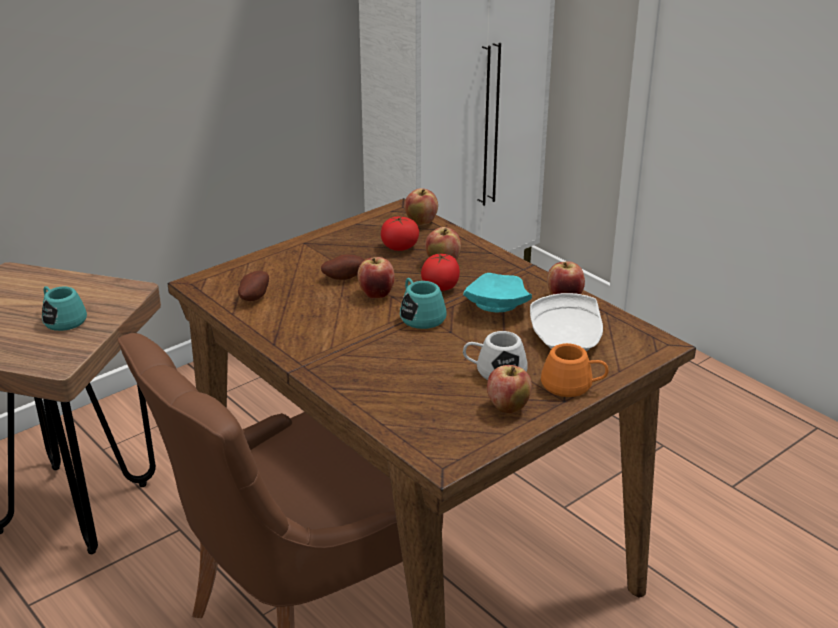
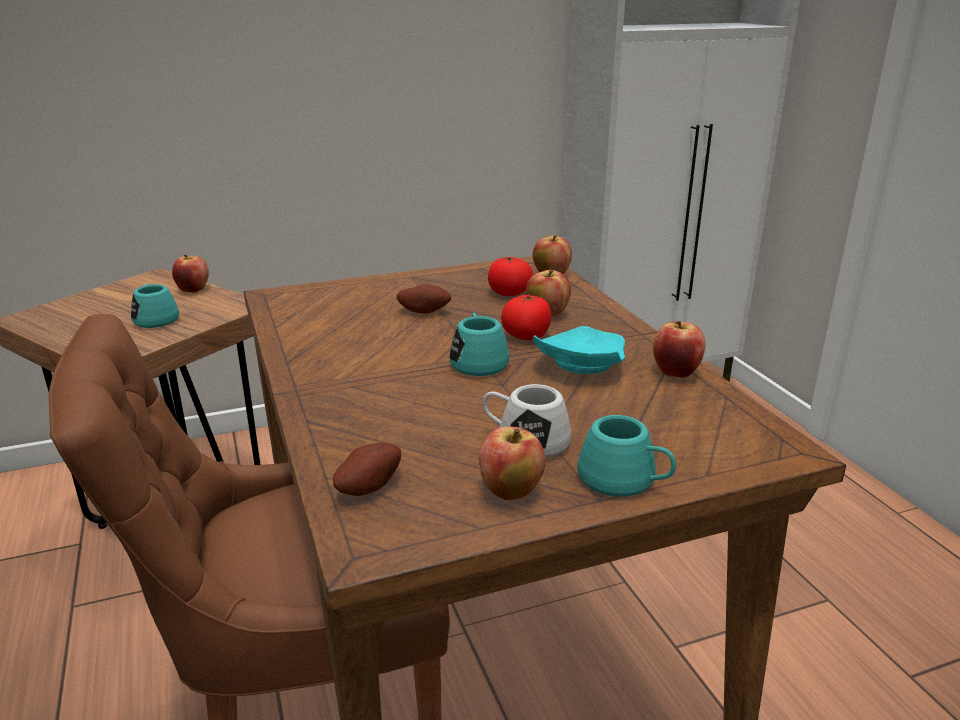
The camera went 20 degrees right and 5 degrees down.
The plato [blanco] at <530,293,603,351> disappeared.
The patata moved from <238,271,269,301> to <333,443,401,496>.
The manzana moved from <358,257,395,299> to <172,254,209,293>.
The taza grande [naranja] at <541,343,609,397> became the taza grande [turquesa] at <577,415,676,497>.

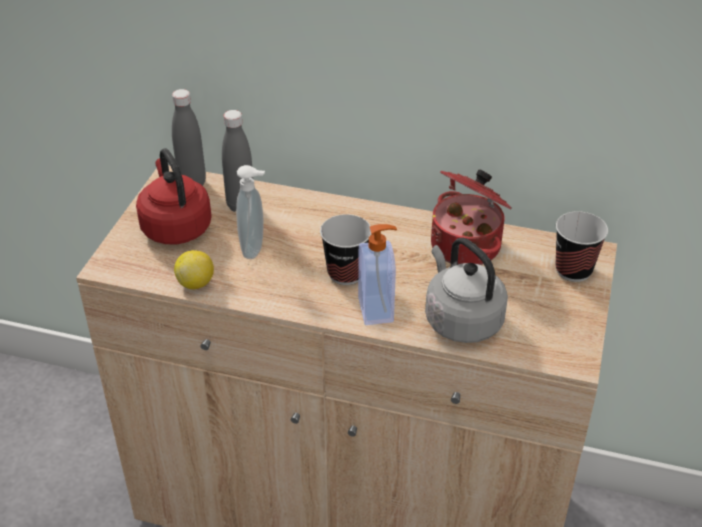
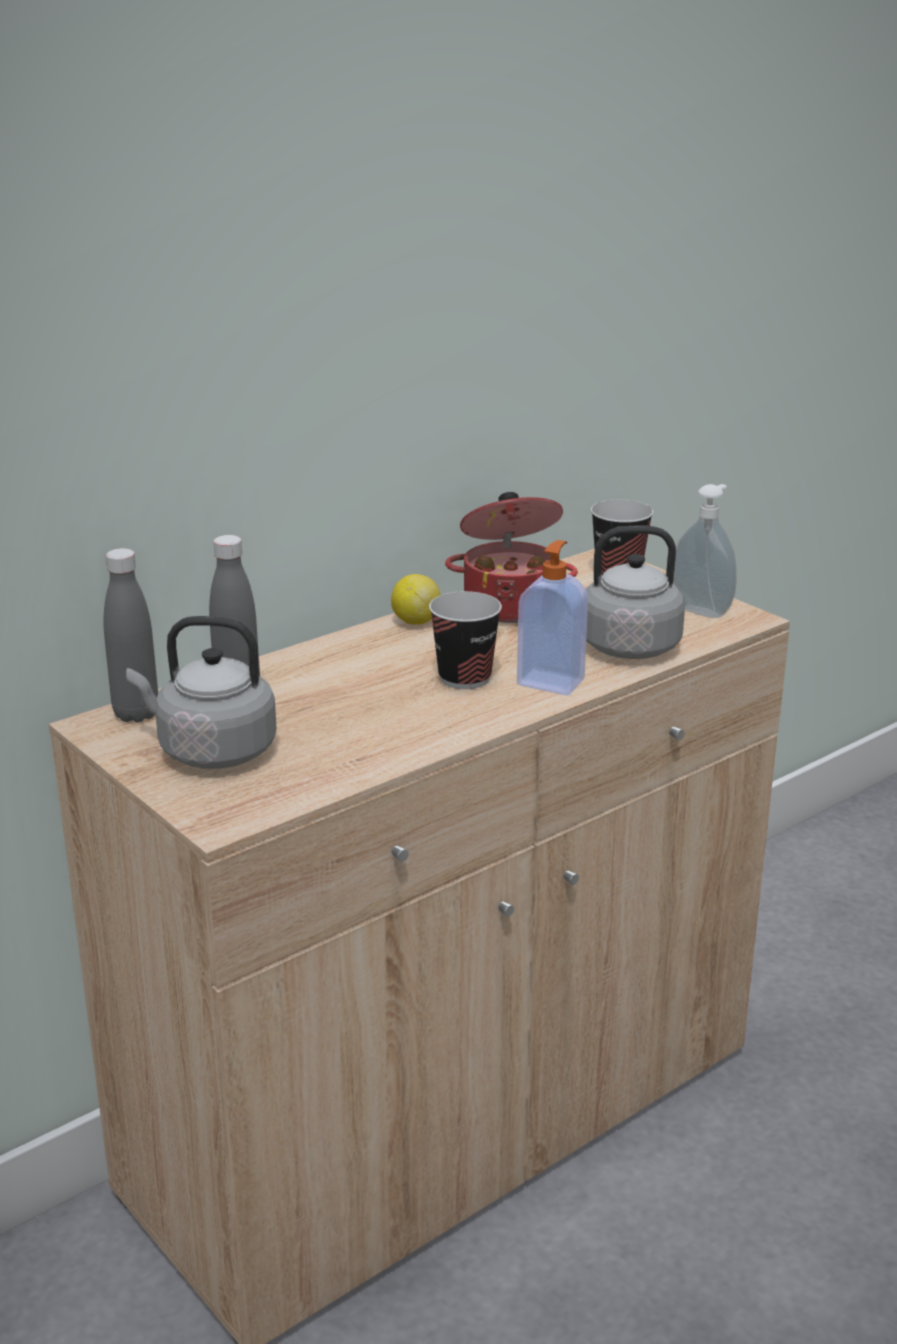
The camera went 55 degrees left and 15 degrees down.
The limón moved from <174,250,214,289> to <391,574,441,625>.
The dispensador de jabón moved from <236,165,265,259> to <673,484,737,618>.
The hervidor [rojo] at <136,148,212,244> became the hervidor [gris] at <126,616,277,769>.

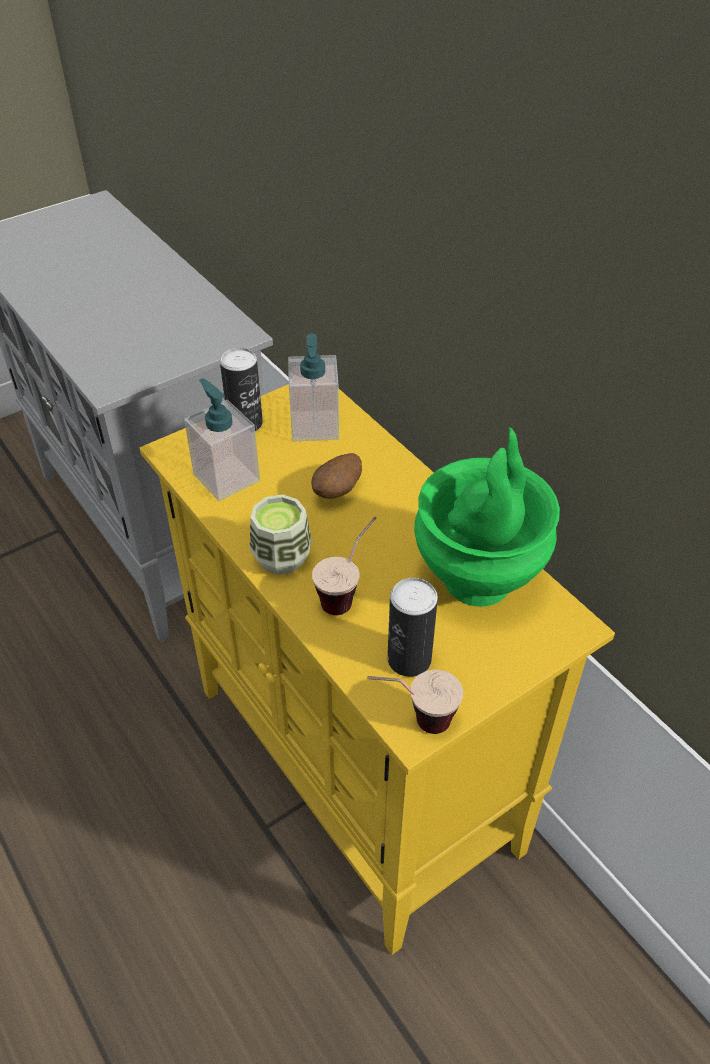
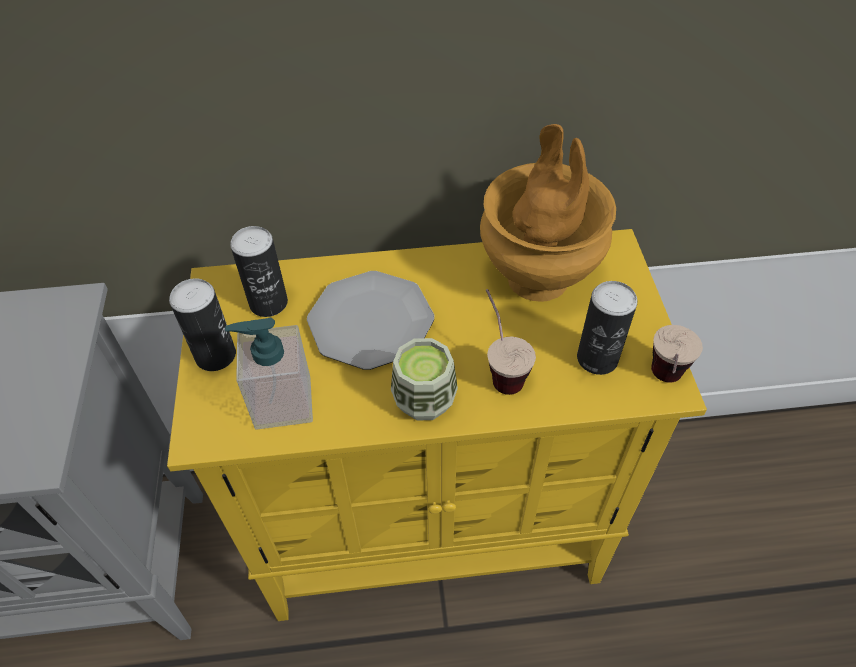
The camera went 60 degrees left and 5 degrees up.
The dispensador de jabón at <288,333,339,441> was replaced by the lata at <230,226,288,317>.
The patata at <311,453,362,499> was replaced by the plato at <307,271,434,370>.
The florero [verde] at <414,427,560,607> became the florero [marrón] at <480,124,616,302>.

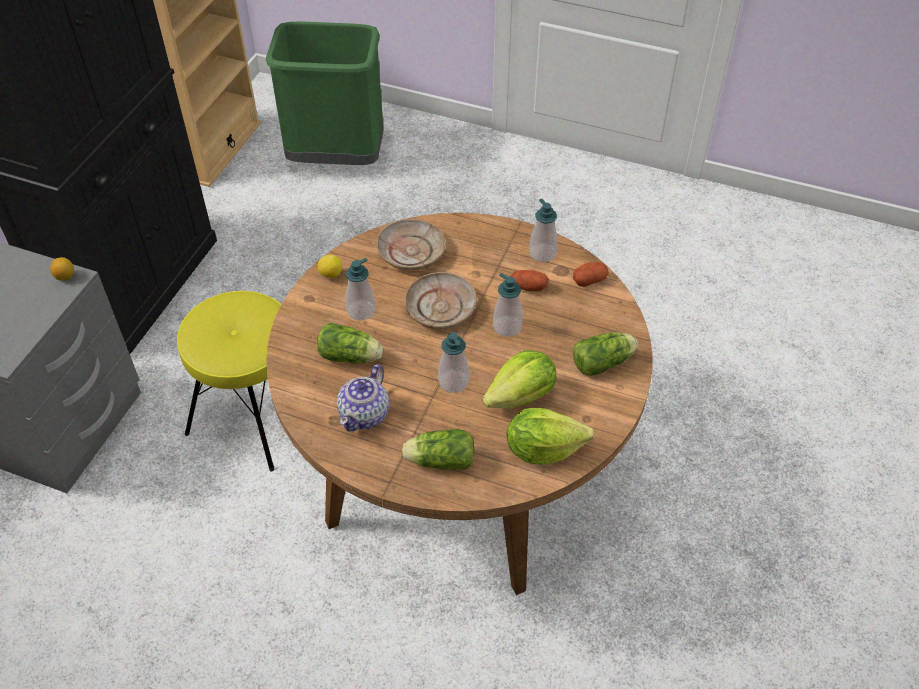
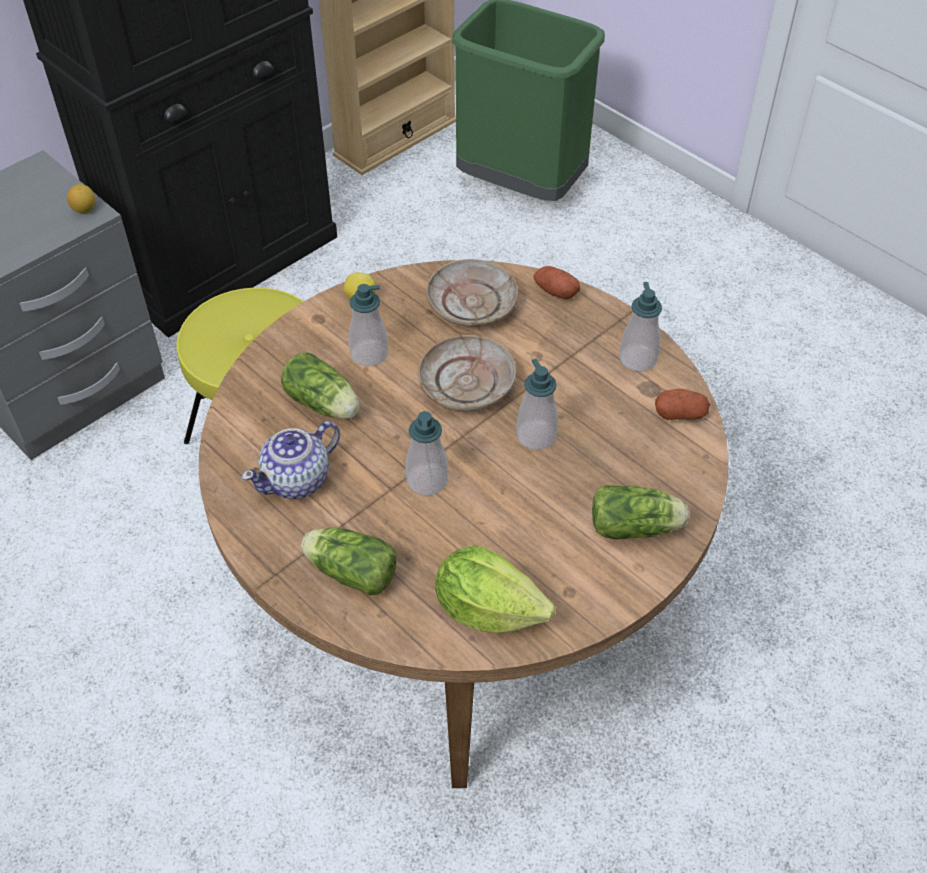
The camera went 25 degrees right and 0 degrees up.
The lechuga at <483,350,556,409> disappeared.
The patata moved from <511,270,549,291> to <533,266,580,299>.

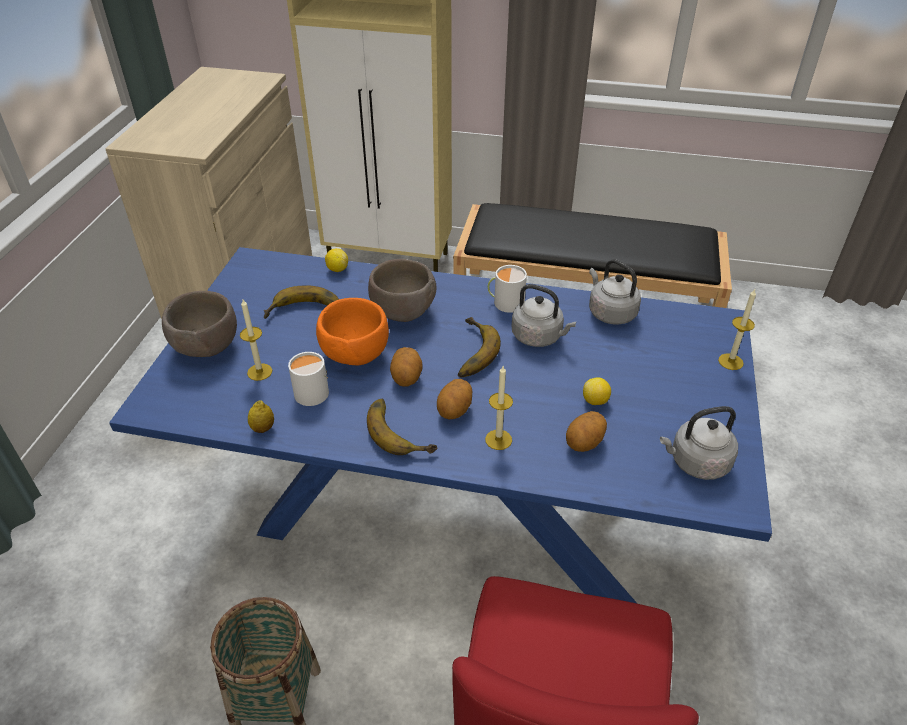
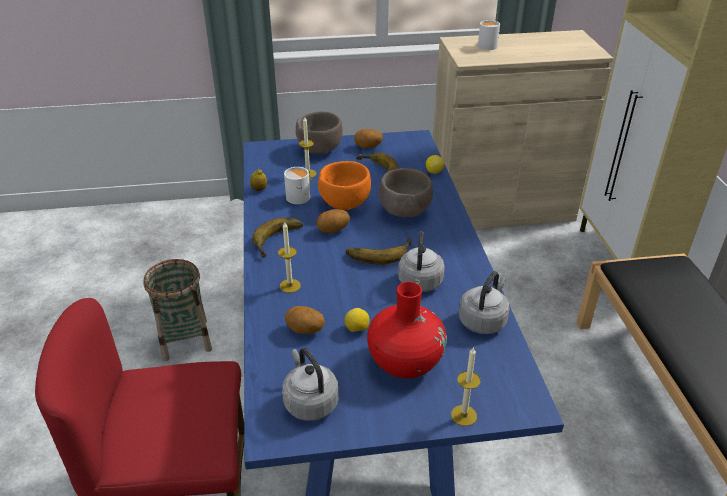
The camera went 70 degrees right and 5 degrees down.
The florero [rojo] at <367,282,447,379> appeared.
The patata moved from <437,379,472,419> to <354,129,383,149>.
The taza grande [blanco] moved from <488,265,527,313> to <478,20,500,50>.

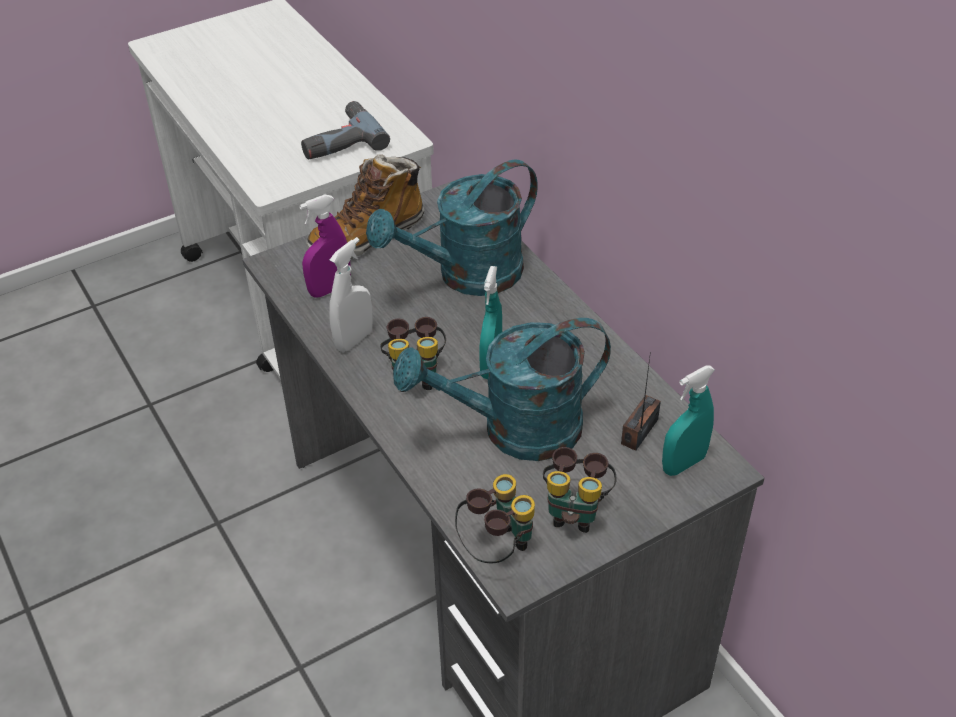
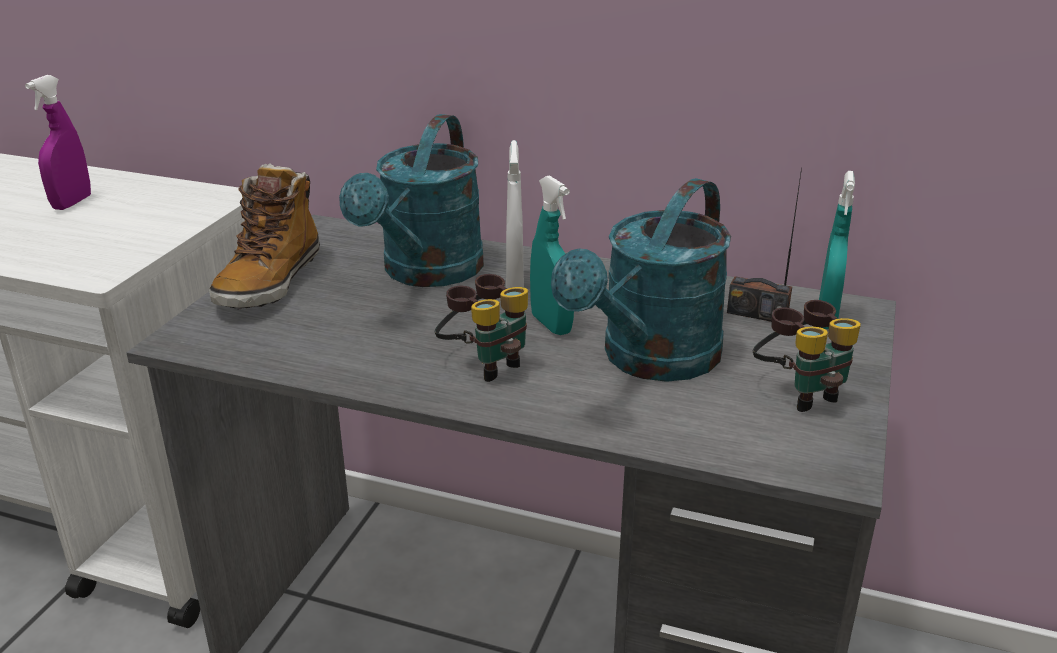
The camera went 40 degrees left and 15 degrees down.
The taladro at <301,101,390,159> disappeared.
The prismáticos at <455,474,535,563> disappeared.
The pulverizador [morado] moved from <299,194,351,298> to <25,75,91,210>.
The pulverizador [blanco] moved from <329,237,373,352> to <506,140,524,289>.
The radio at <621,351,661,451> turned 60 degrees counterclockwise.

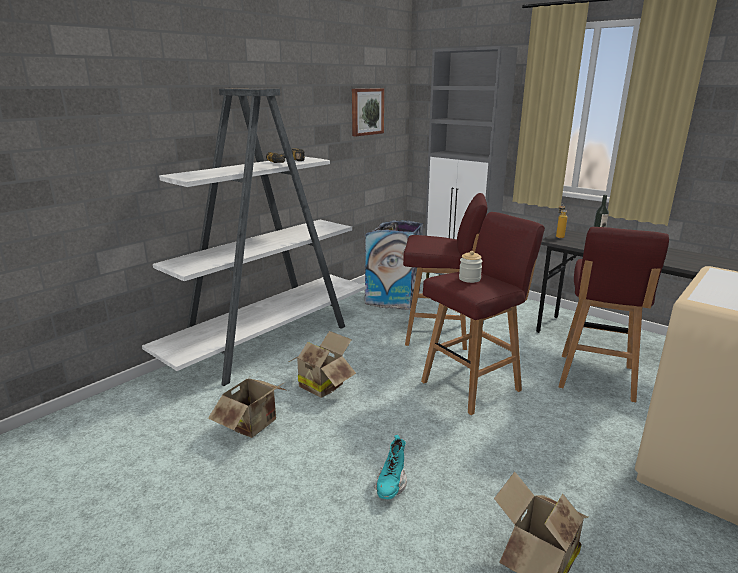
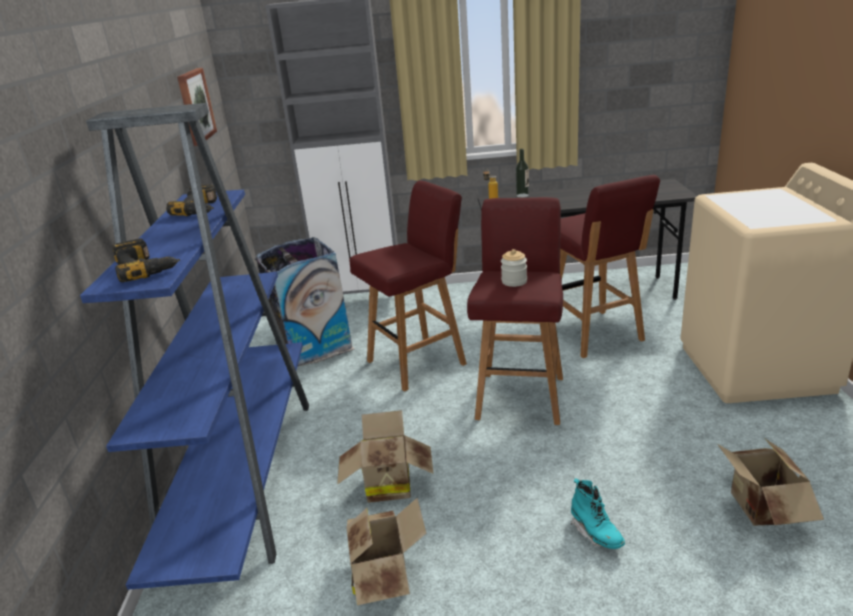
The camera went 40 degrees left and 5 degrees up.
The taladro at <113,239,180,283> appeared.
The estantería [blanco] at <142,88,366,386> became the estantería [azul] at <80,103,309,590>.

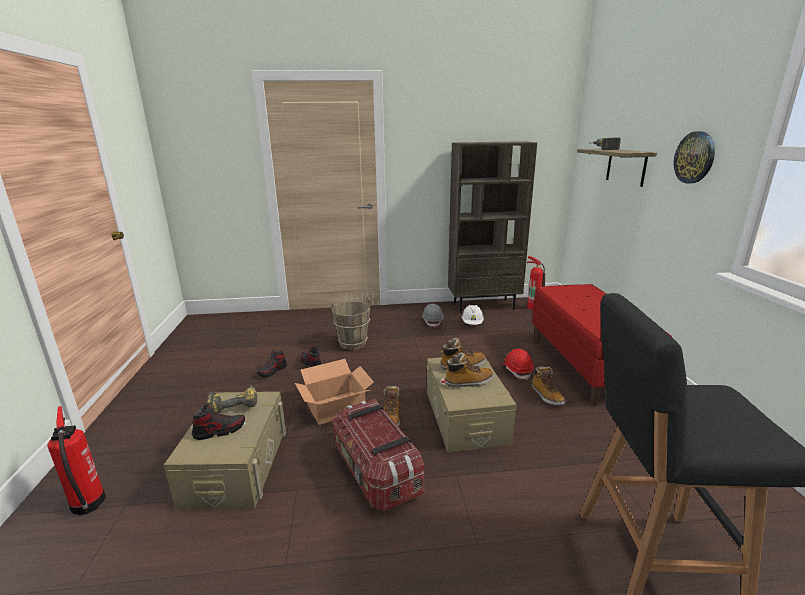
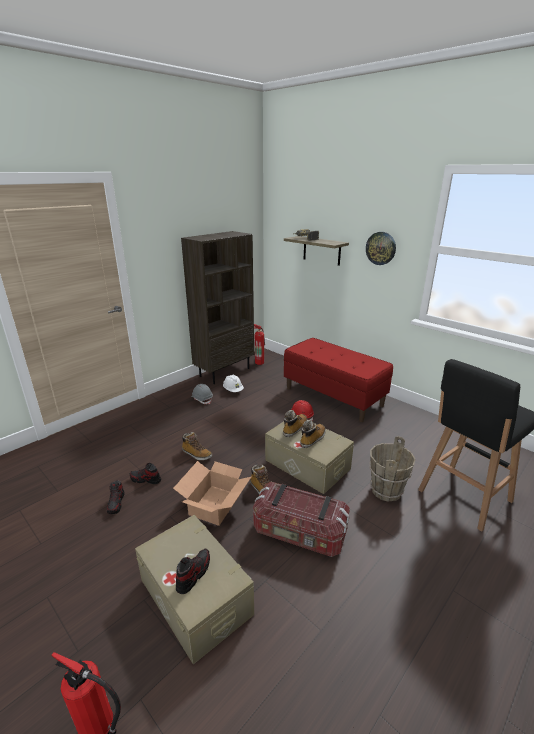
The camera went 40 degrees left and 5 degrees up.
The taladro at <206,385,257,413> disappeared.
The cubo [marrón] moved from <331,297,370,350> to <369,436,416,502>.
The bota moved from <532,366,566,405> to <182,432,212,461>.

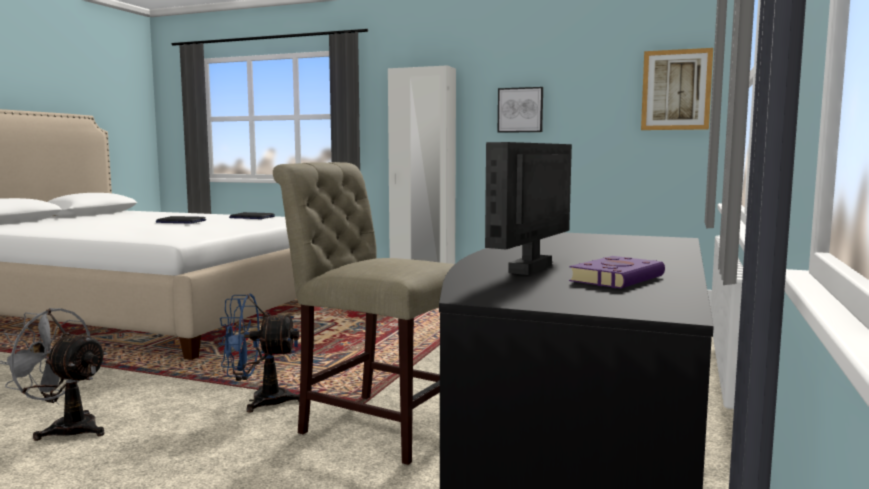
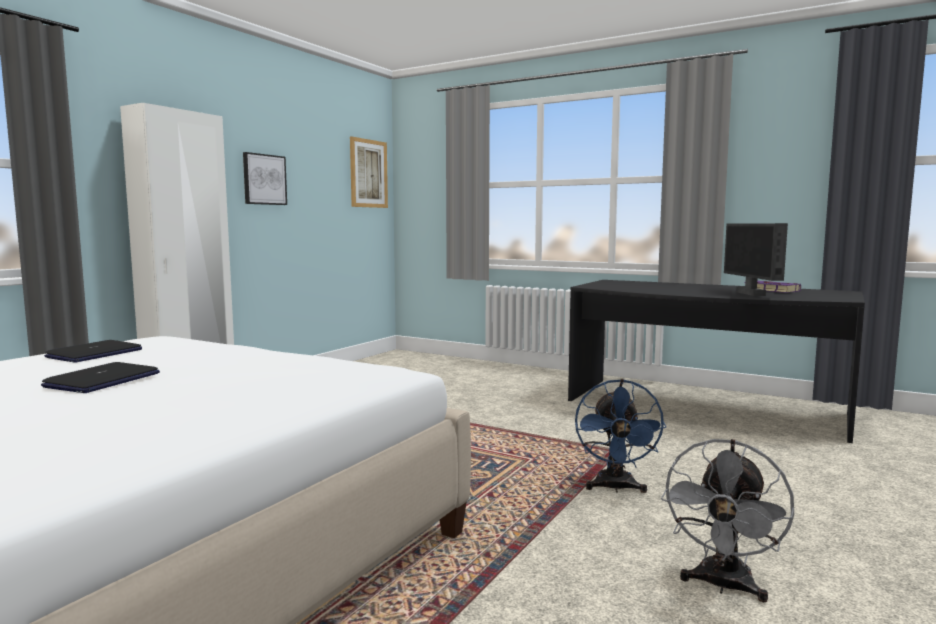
The camera went 80 degrees left and 0 degrees up.
The silla [beis] at <273,162,455,465> disappeared.
The monitor at <485,142,572,275> turned 45 degrees clockwise.

